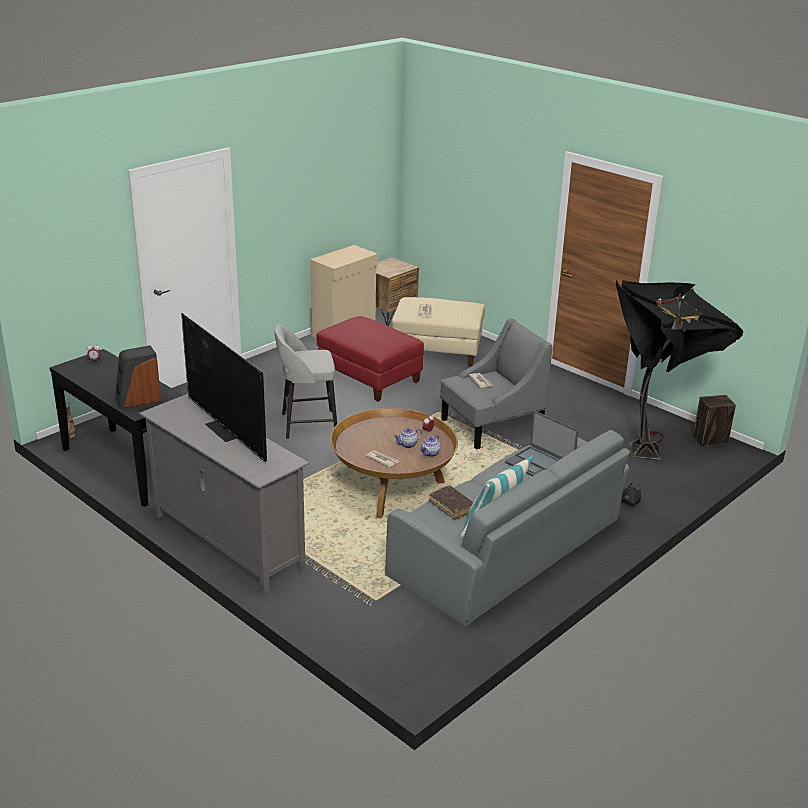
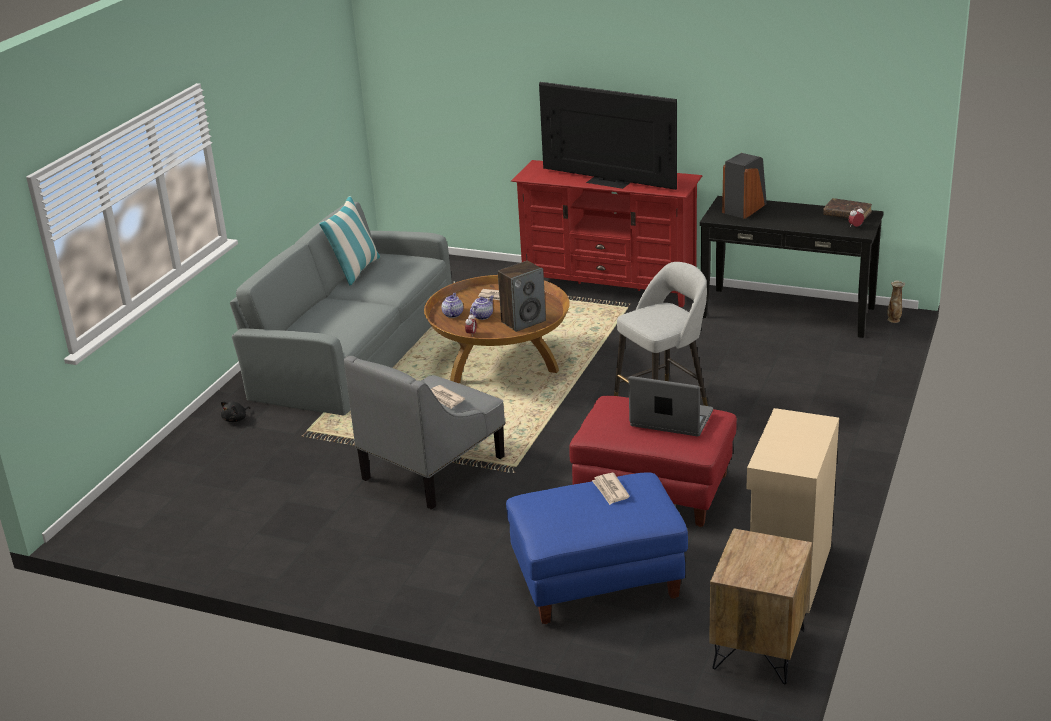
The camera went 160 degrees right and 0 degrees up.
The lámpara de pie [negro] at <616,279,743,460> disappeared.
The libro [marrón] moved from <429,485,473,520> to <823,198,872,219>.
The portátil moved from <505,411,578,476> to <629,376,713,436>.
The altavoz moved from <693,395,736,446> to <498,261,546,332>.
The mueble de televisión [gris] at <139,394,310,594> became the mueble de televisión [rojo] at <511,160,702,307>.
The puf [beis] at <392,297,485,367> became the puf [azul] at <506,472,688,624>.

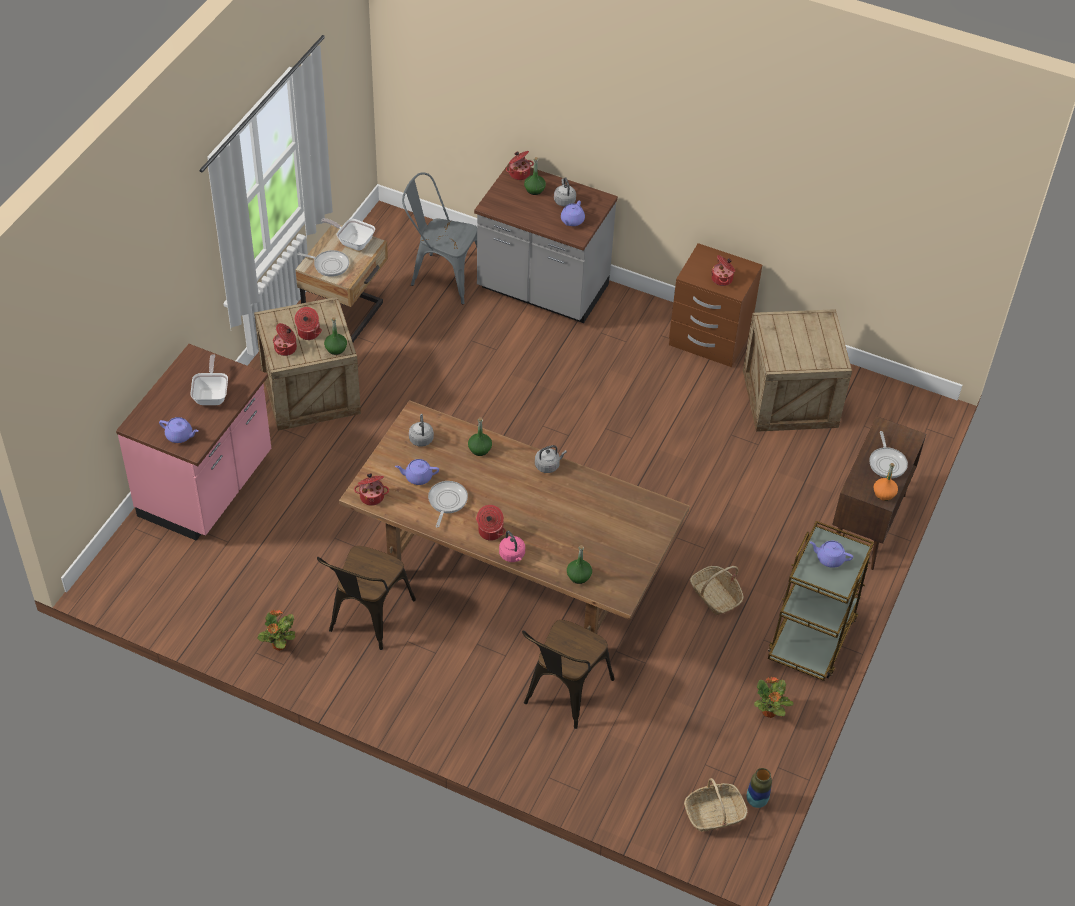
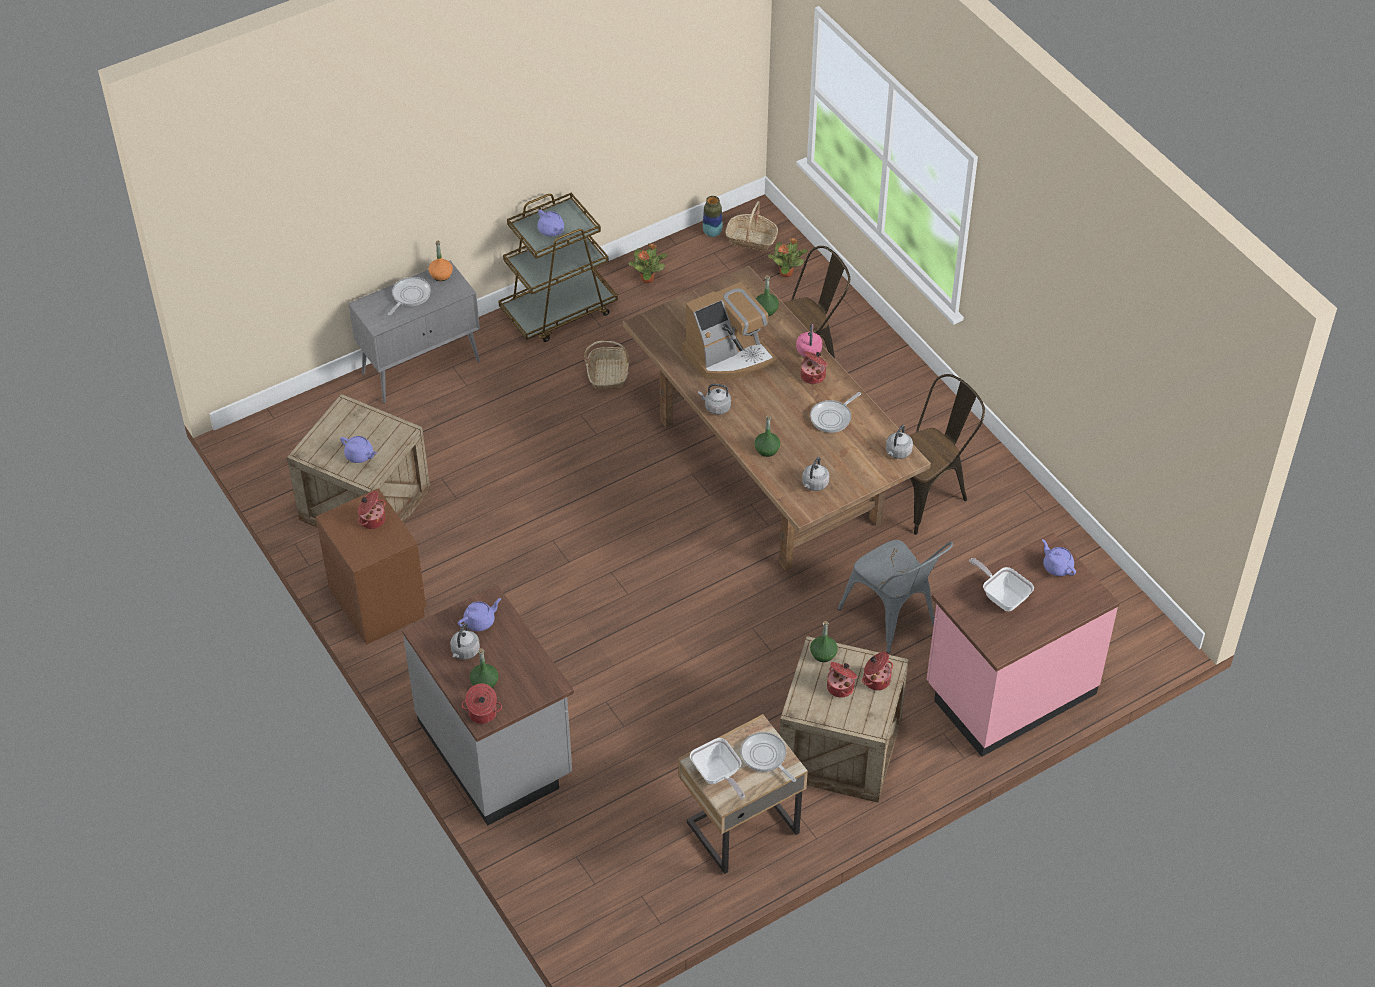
The camera went 145 degrees left and 0 degrees up.
The cafetera at <682,282,777,379> appeared.
The planta en maceta moved from <258,610,295,651> to <768,238,808,278>.
The tetera [morado] moved from <395,459,439,485> to <340,436,377,463>.
The silla [gris] moved from <402,172,477,305> to <837,540,953,654>.
The olla at <354,473,389,506> was replaced by the hervidor [gris] at <886,425,913,459>.
The armario [marrón] at <832,416,926,570> became the armario [gris] at <348,261,480,403>.
The sartén at <190,354,228,405> turned 105 degrees clockwise.

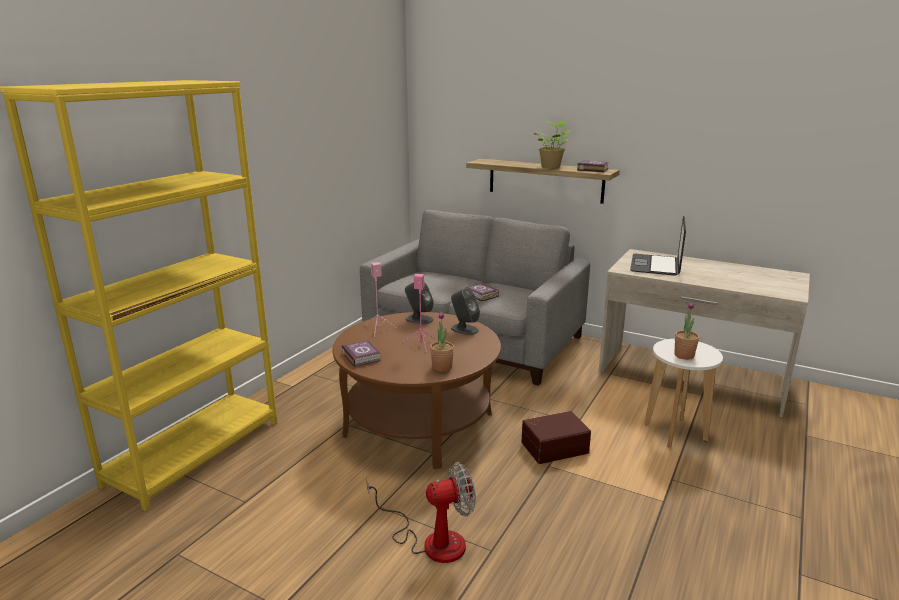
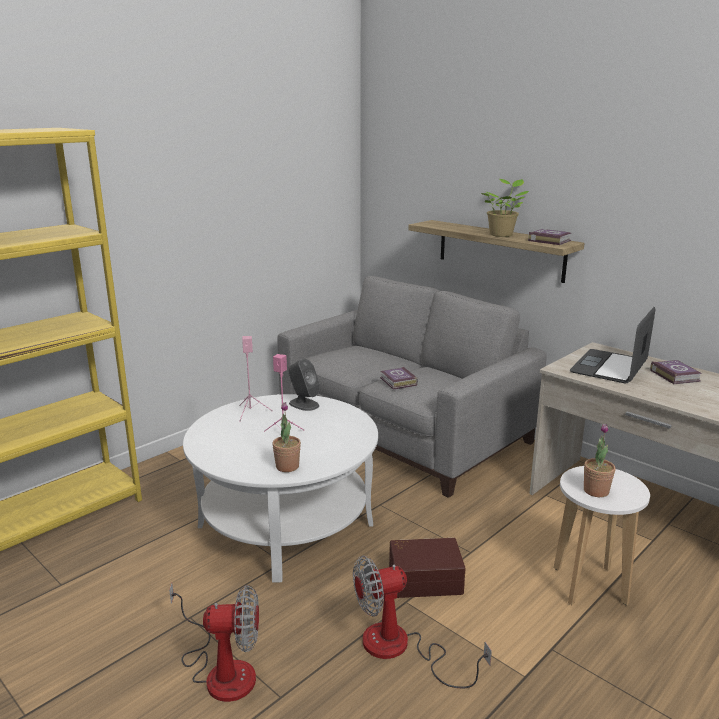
The camera went 15 degrees right and 0 degrees up.
The altavoz [gris] at <451,288,480,335> disappeared.
The ventilador at <353,556,492,689> appeared.
The libro moved from <341,341,381,367> to <650,360,702,384>.
The mesa de centro [marrón] at <333,312,501,469> became the mesa de centro [blanco] at <183,394,378,582>.

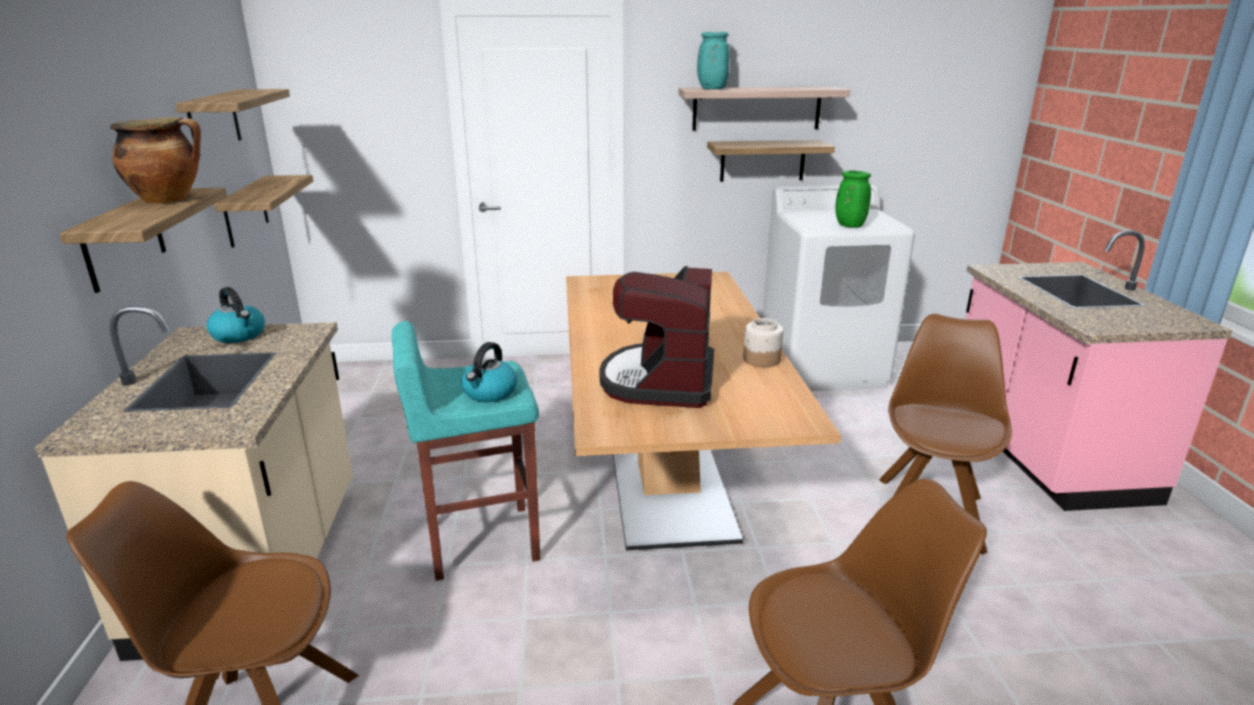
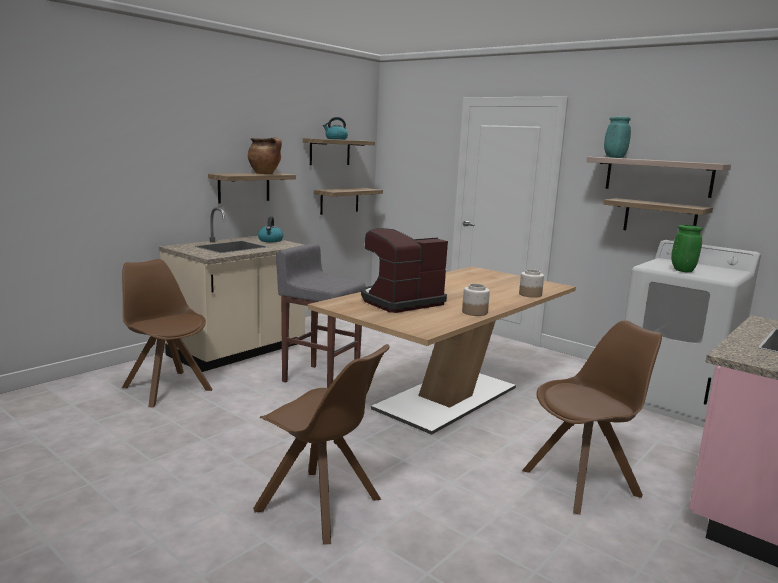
The camera went 45 degrees right and 10 degrees down.
The tarro at <519,269,544,298> appeared.
The hervidor moved from <461,342,518,402> to <323,117,348,140>.
The taburete [turquesa] at <392,321,540,581> became the taburete [gris] at <276,244,366,388>.

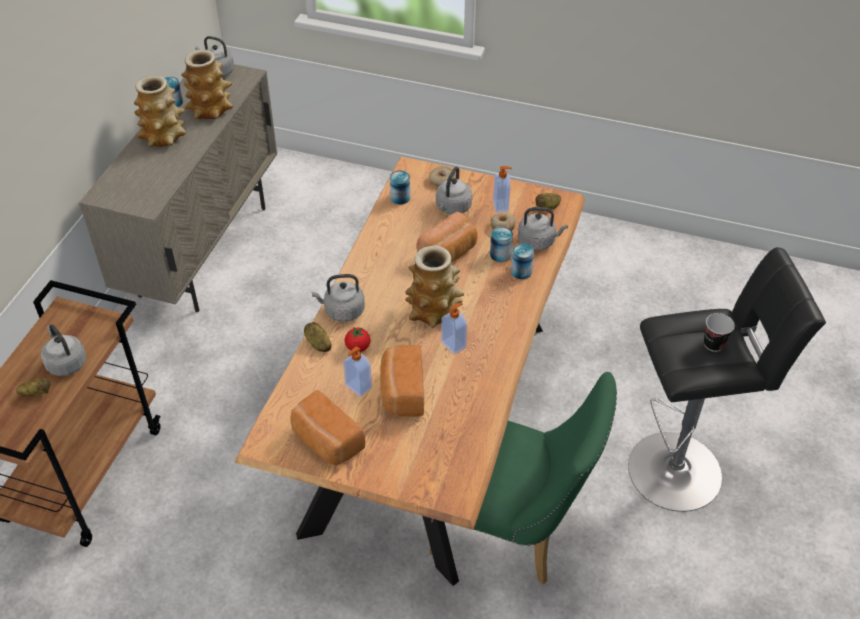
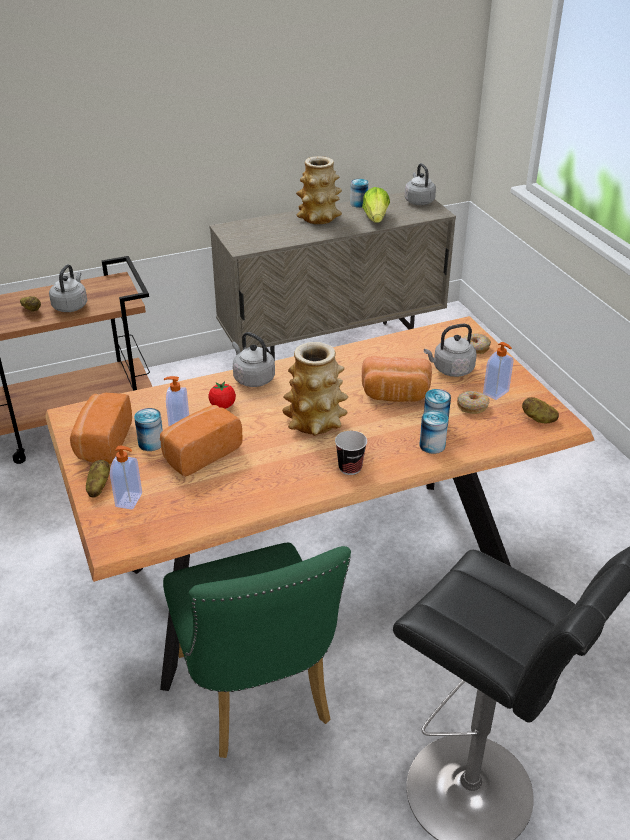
The camera went 50 degrees right and 10 degrees down.
The hervidor [gris] at <518,207,568,250> disappeared.
The patata moved from <304,322,332,352> to <86,460,110,498>.
The lata moved from <390,171,410,205> to <134,408,163,451>.
The dispensador de jabón moved from <441,303,467,354> to <110,446,142,510>.
The taza moved from <704,313,735,352> to <335,431,367,475>.
The florero at <181,50,233,119> was replaced by the lechuga at <362,187,390,223>.

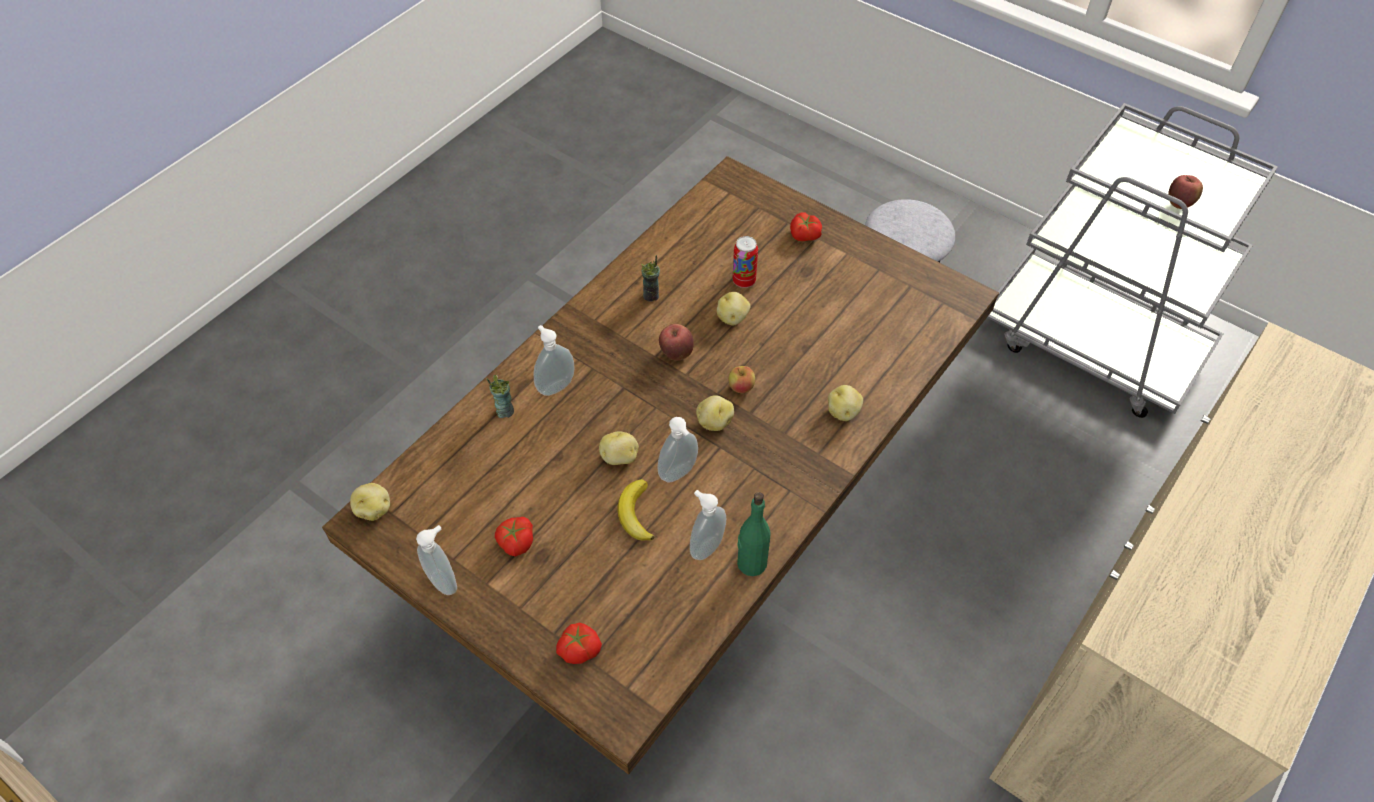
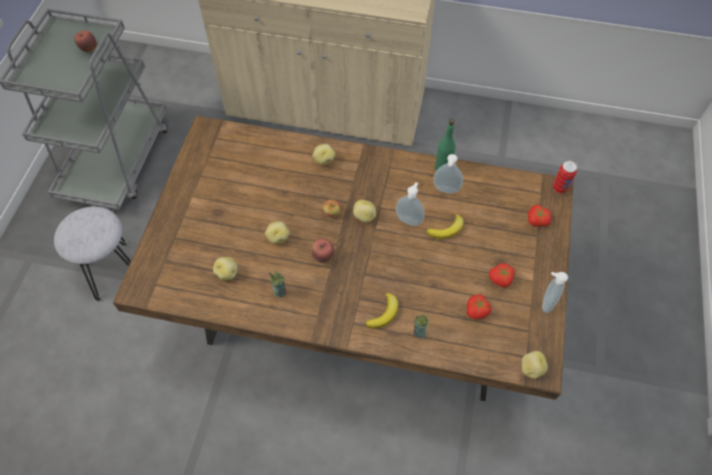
The camera went 115 degrees left and 5 degrees up.
The patata moved from <599,431,639,465> to <213,257,238,281>.
The lata moved from <733,236,758,288> to <553,161,577,194>.
The tomate moved from <790,213,822,241> to <467,294,491,319>.
The dispensador de jabón at <534,325,575,396> was replaced by the plátano at <365,293,398,329>.

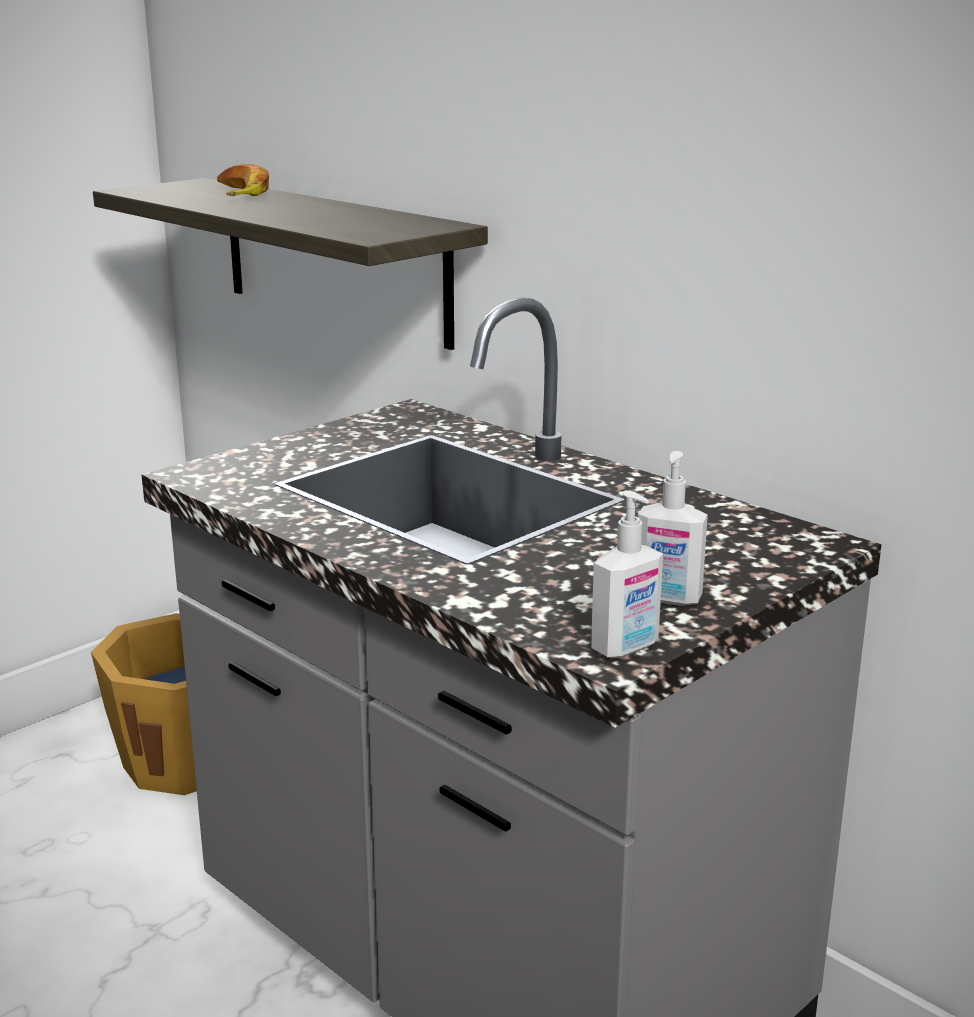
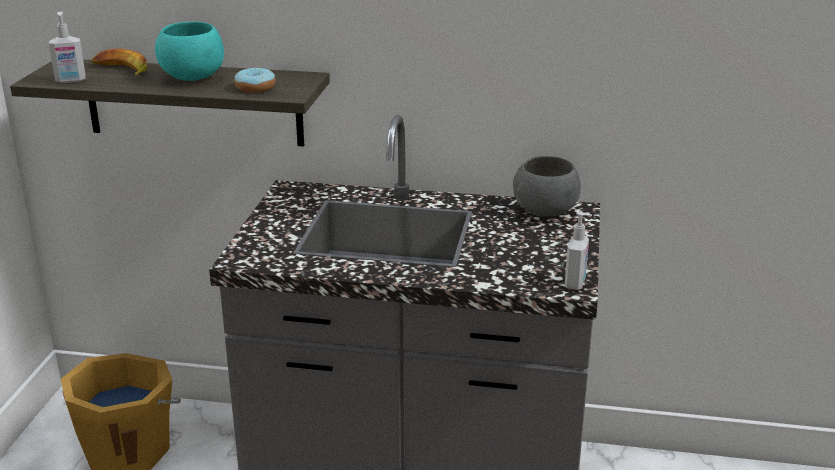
The camera went 35 degrees left and 5 degrees up.
The cuenco [turquesa] at <155,22,224,81> appeared.
The rosquilla at <234,67,276,93> appeared.
The cuenco [gris] at <513,156,581,217> appeared.
The dispensador de jabón moved from <638,451,708,606> to <49,12,86,83>.

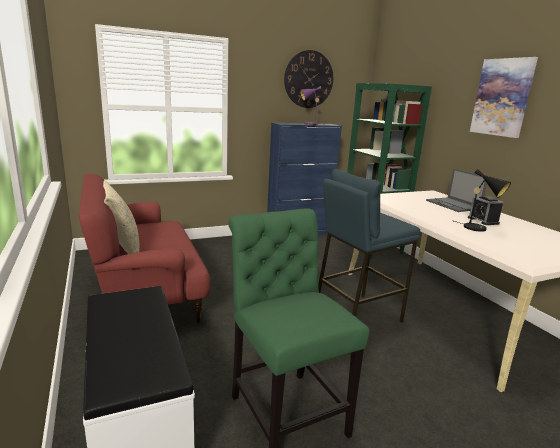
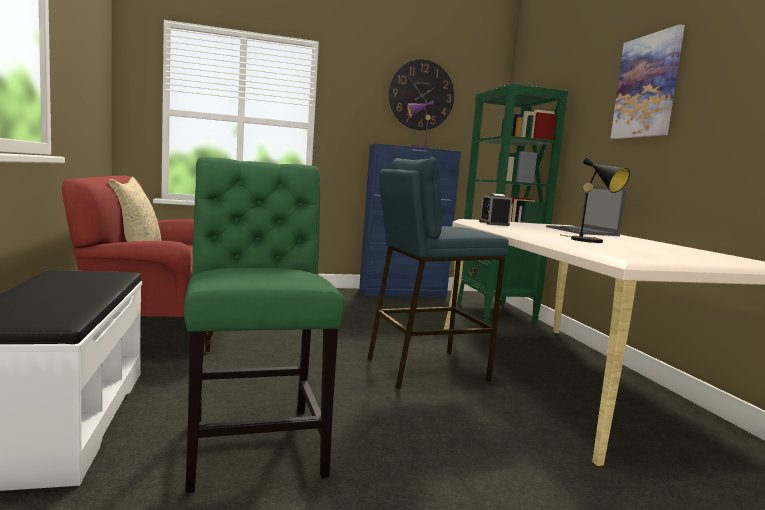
The camera went 10 degrees right and 10 degrees down.
The despertador moved from <468,196,503,225> to <479,193,512,226>.

